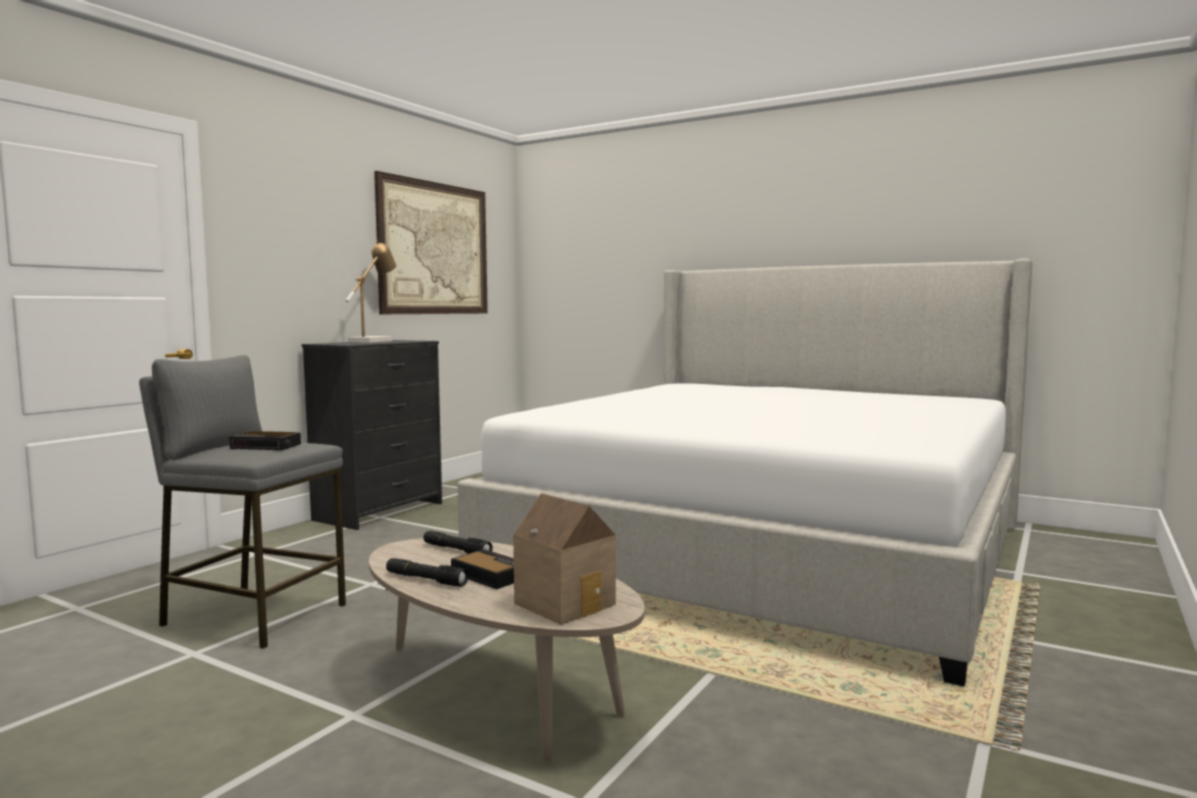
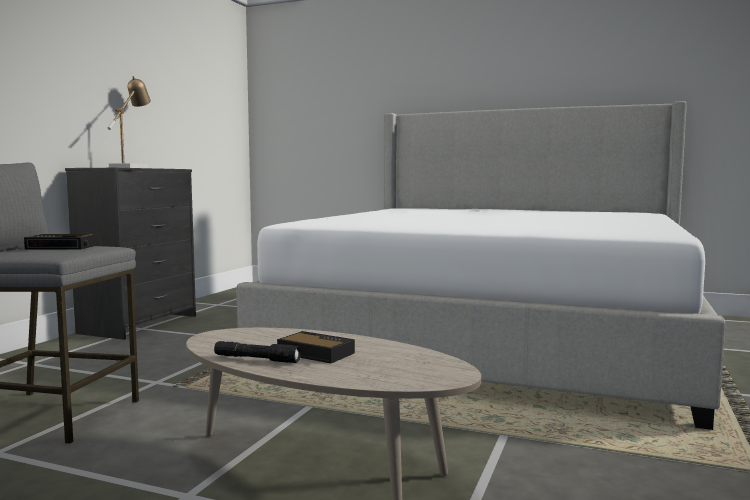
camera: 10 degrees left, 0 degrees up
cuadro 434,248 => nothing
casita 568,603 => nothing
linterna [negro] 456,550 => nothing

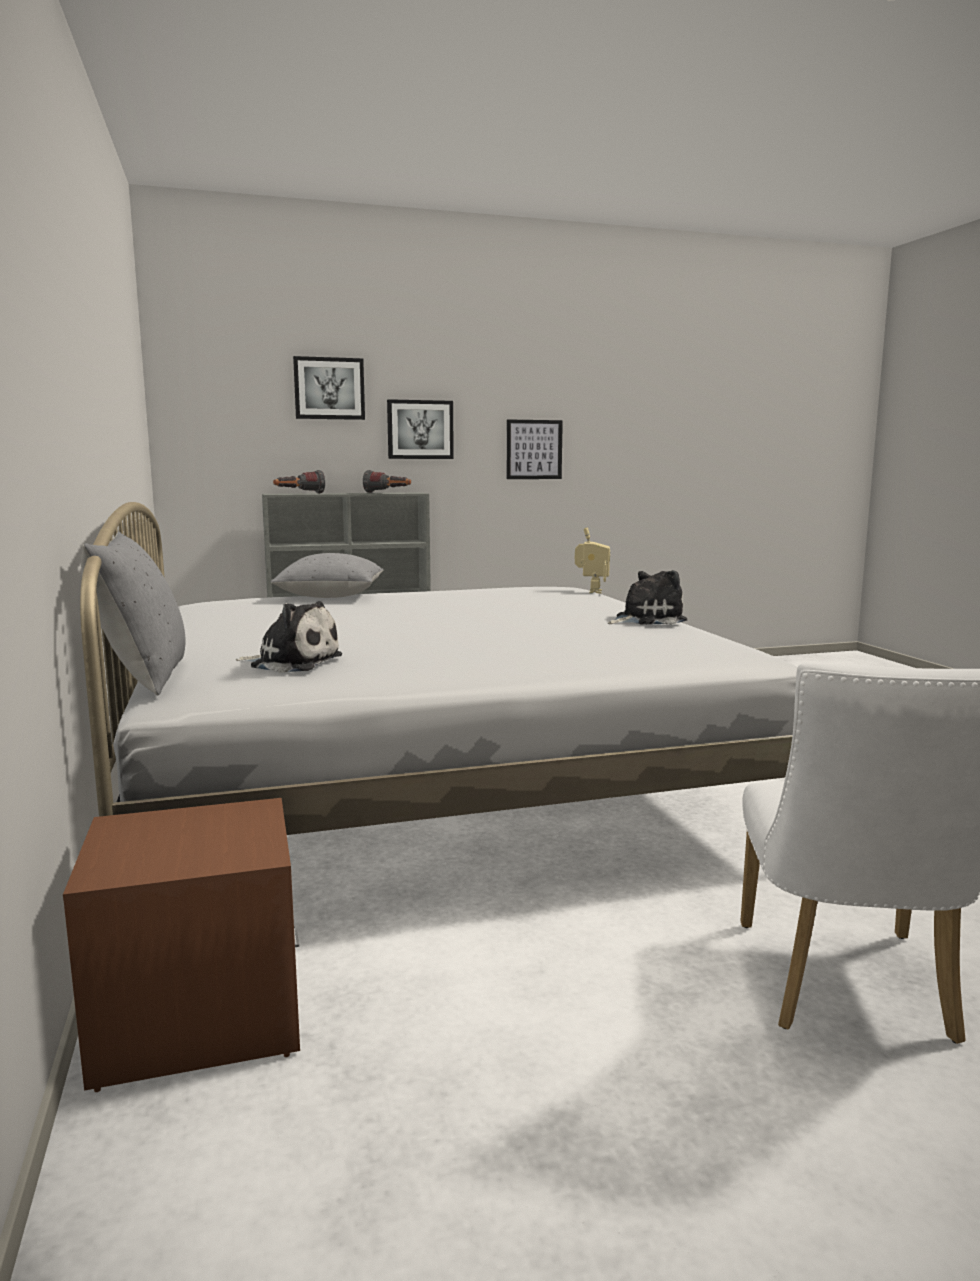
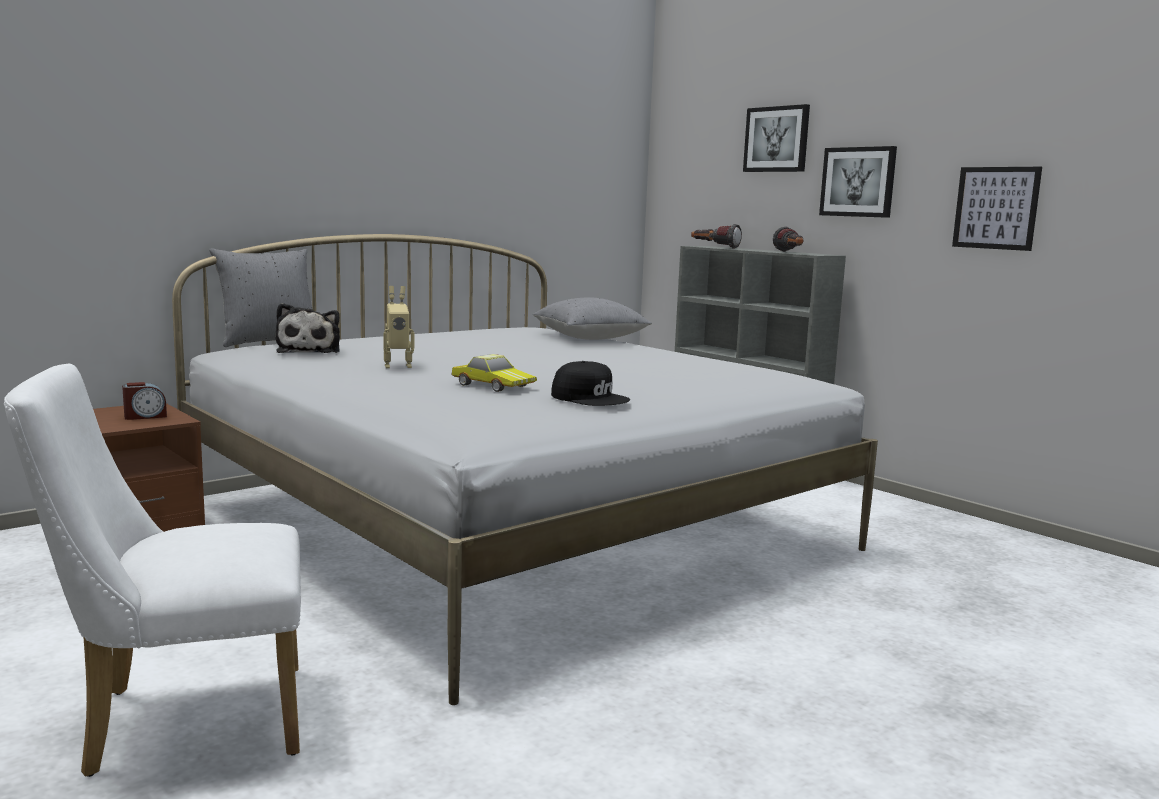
camera: 65 degrees right, 0 degrees up
robot de juguete 591,591 => robot de juguete 397,365, relocated
peluche 646,619 => gorra [negro] 590,398
nothing => coche de juguete 494,385
nothing => despertador 145,416

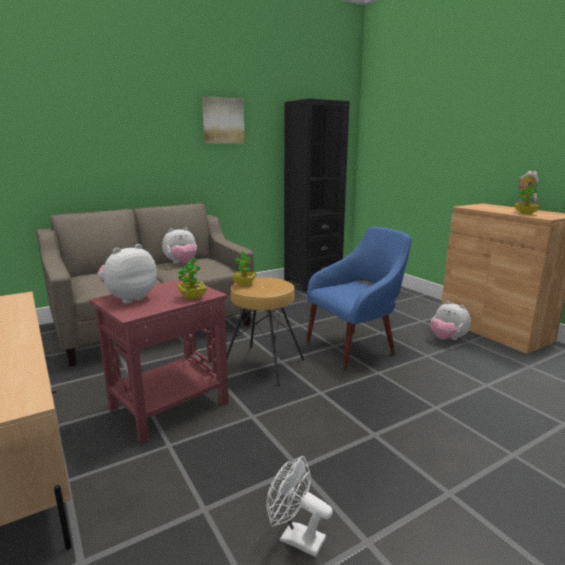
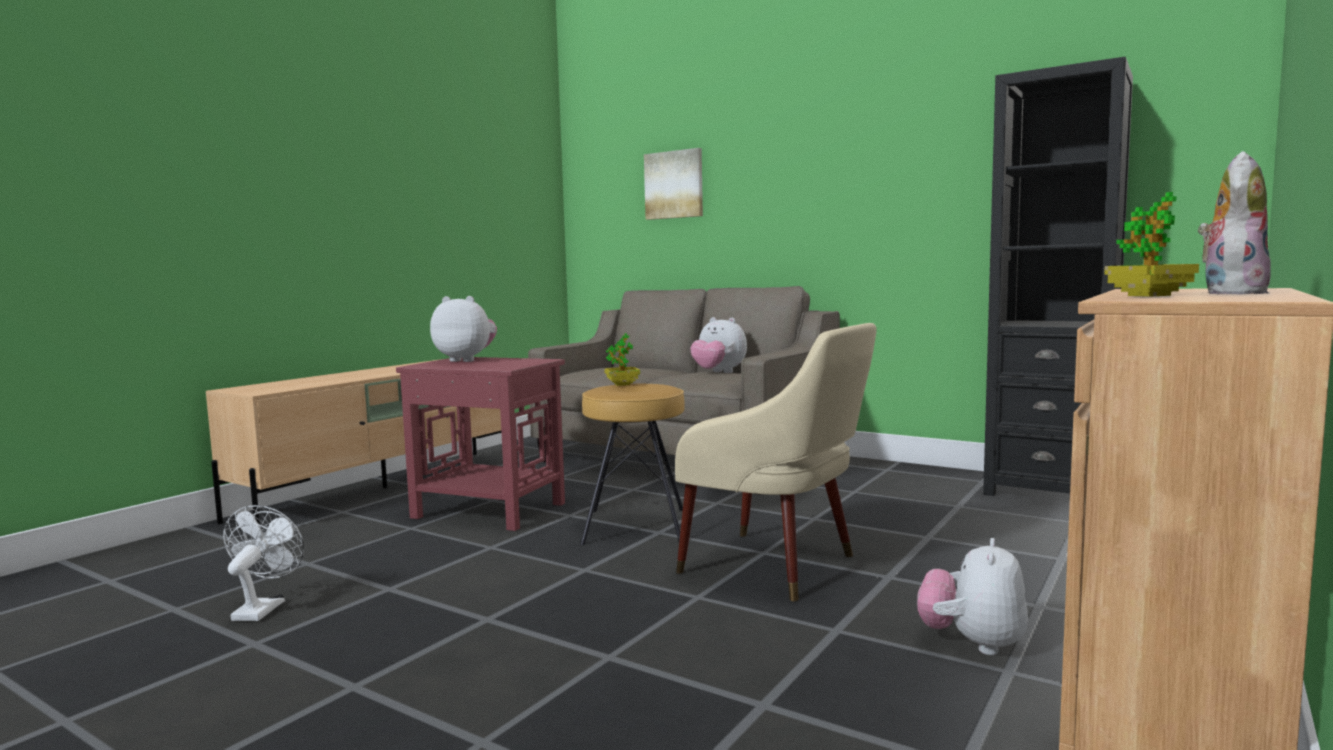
camera: 65 degrees right, 10 degrees down
cuadro 223,120 => cuadro 674,185, relocated
sillón [azul] 354,347 => sillón [beis] 778,566
planta en maceta 192,297 => nothing

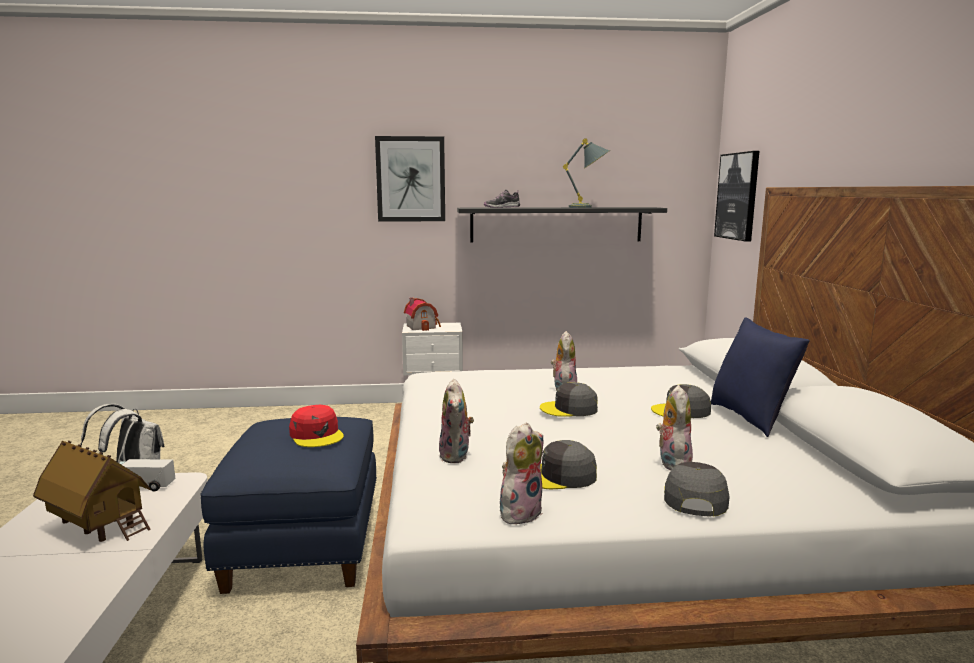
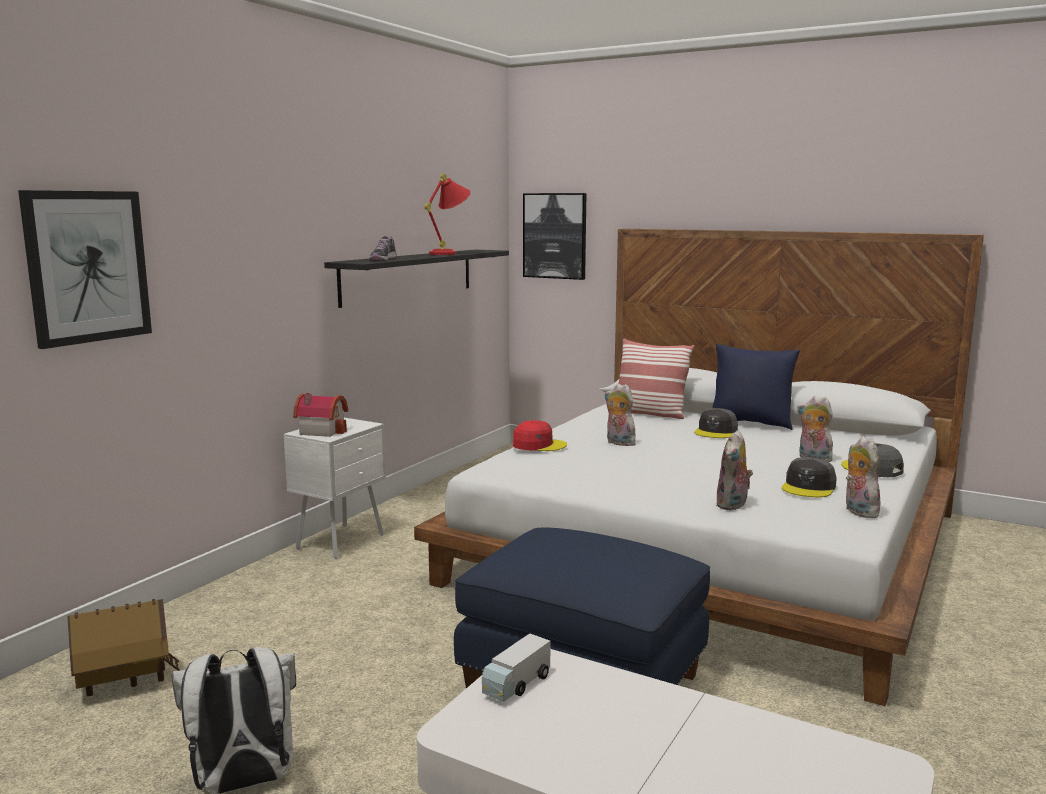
camera: 55 degrees left, 0 degrees up
cuadro 410,179 => cuadro 87,266, relocated
lámpara de mesa [gris] 588,207 => lámpara de mesa [rojo] 450,253
peluche 456,456 => peluche 733,505, 90 degrees clockwise
gorra [gris] 569,409 => nothing
gorra [rojo] 317,435 => gorra [rojo] 538,445, relocated
casita 99,526 => casita 125,682, relocated
nothing => cojín 649,413

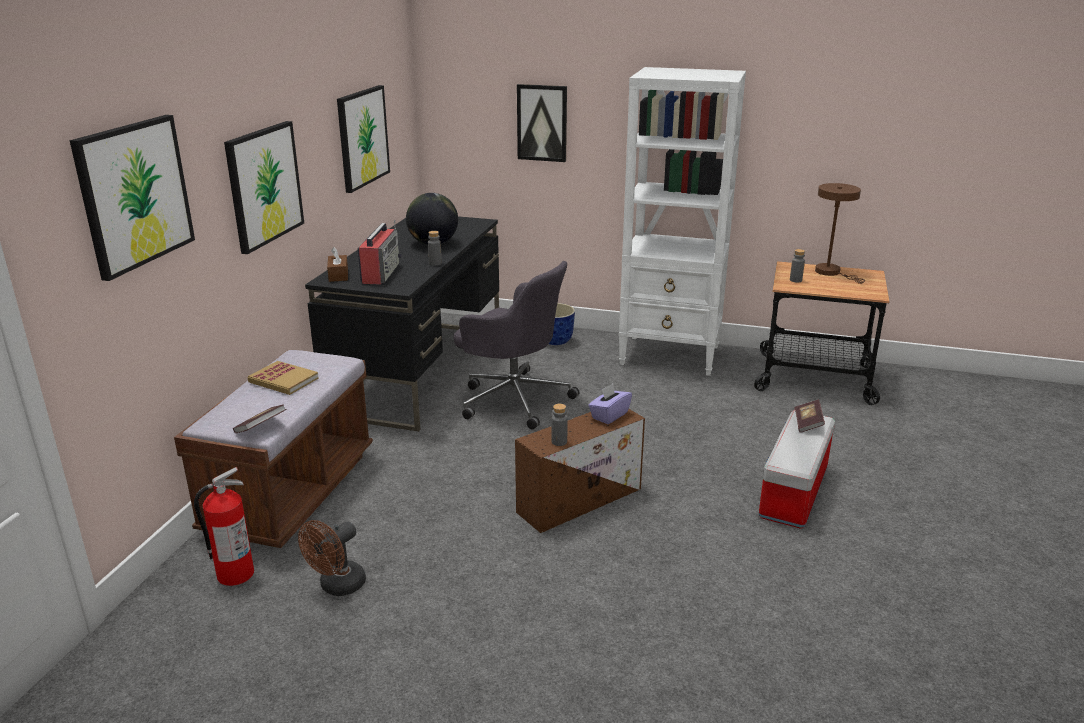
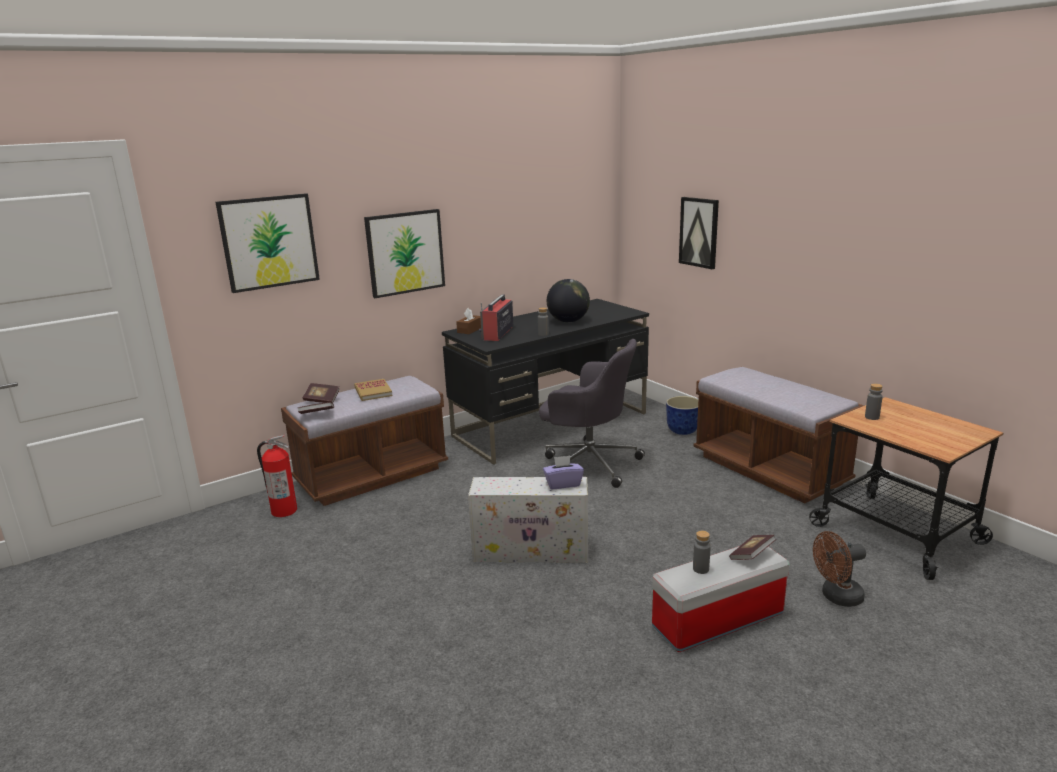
camera: 40 degrees right, 5 degrees down
estantería [blanco] 670,355 => banco [marrón] 769,470
cuadro 362,137 => nothing
lámpara de mesa [marrón] 831,272 => nothing
radio 381,273 => radio 497,333, 150 degrees clockwise
silla de oficina [gris] 513,399 => silla de oficina [gris] 588,463, 45 degrees counterclockwise
botella [gris] 559,442 => botella [gris] 700,569, relocated
caja de almacenaje [marrón] 581,499 => caja de almacenaje [blanco] 533,551
ventilador [marrón] 337,587 => ventilador [marrón] 836,597, relocated
nothing => libro 322,400

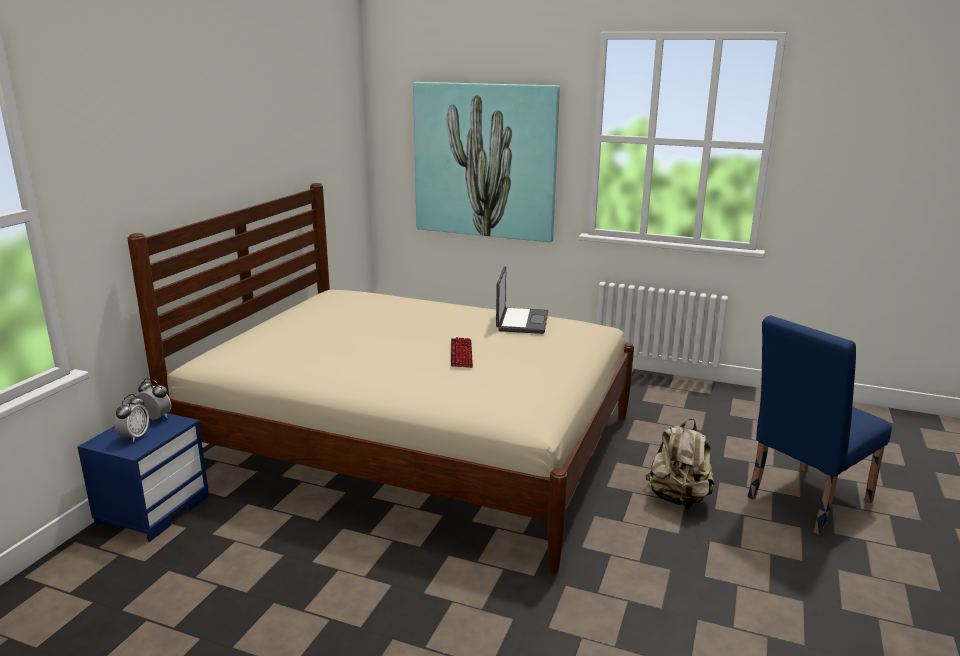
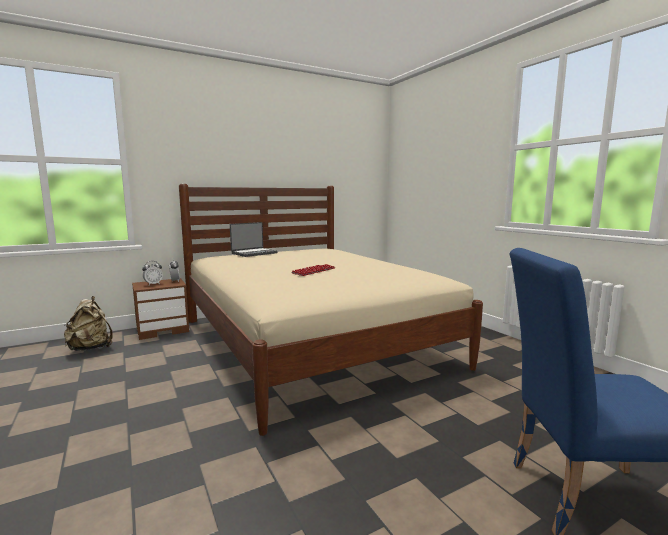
camera: 40 degrees right, 10 degrees down
cuadro 485,161 => nothing
portátil 521,322 => portátil 254,253, relocated
mesita de noche [azul] 153,509 => mesita de noche [marrón] 163,329
mochila [beis] 678,498 => mochila [beis] 91,348, relocated

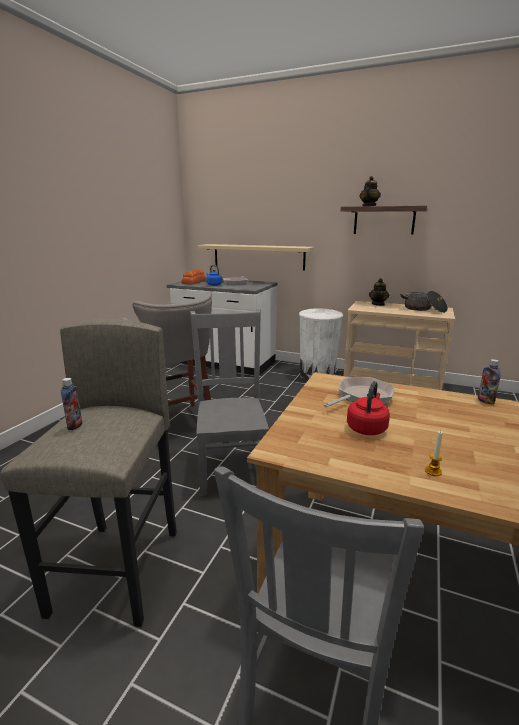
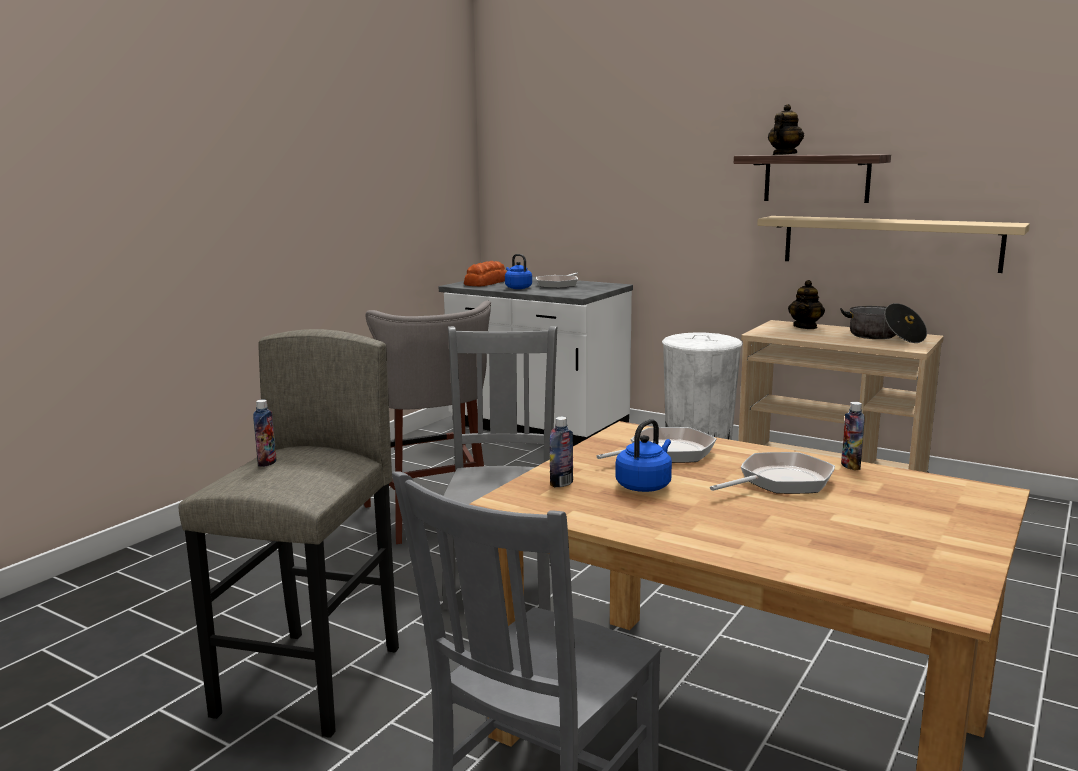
camera: 10 degrees right, 5 degrees down
estante [beis] 258,256 => estante [beis] 889,243, relocated
hervidor [rojo] 367,428 => hervidor [azul] 645,485
vela 433,471 => nothing
nothing => botella 561,483
nothing => sartén 780,481

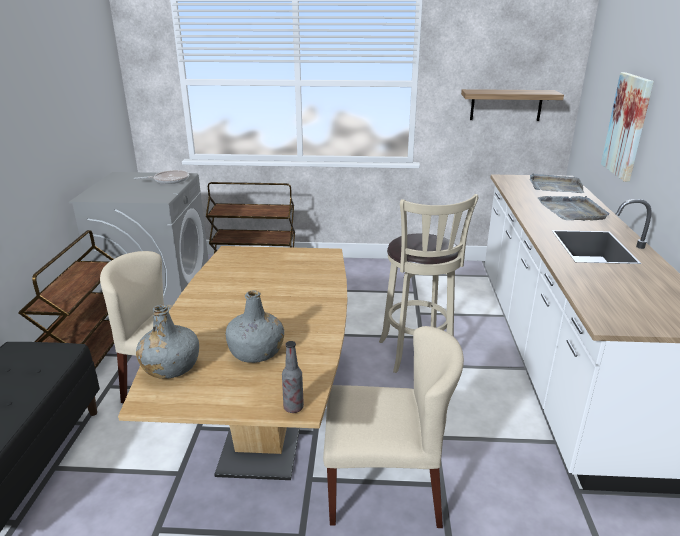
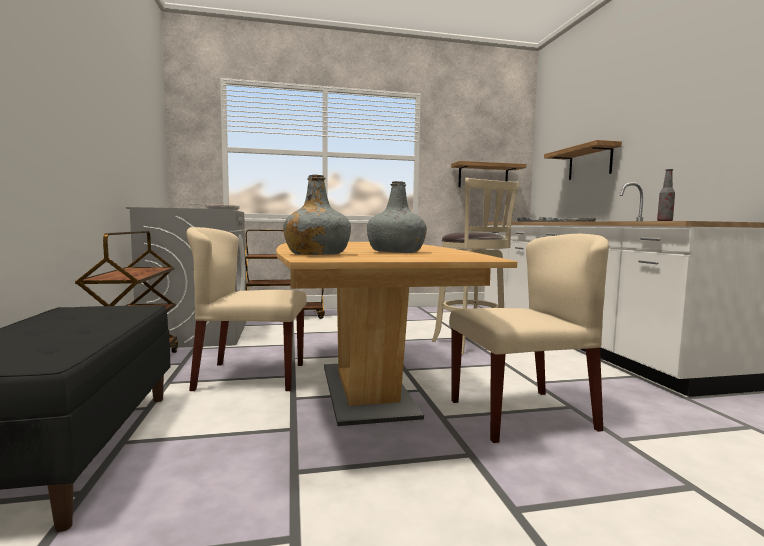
camera: 15 degrees left, 20 degrees down
cuadro 627,126 => estante 590,162
botella 293,407 => botella 664,221, relocated

